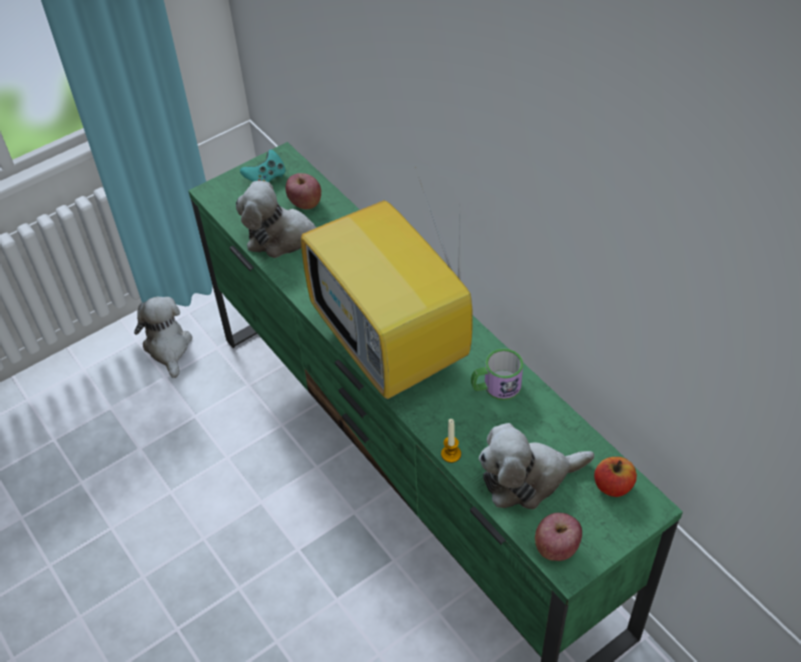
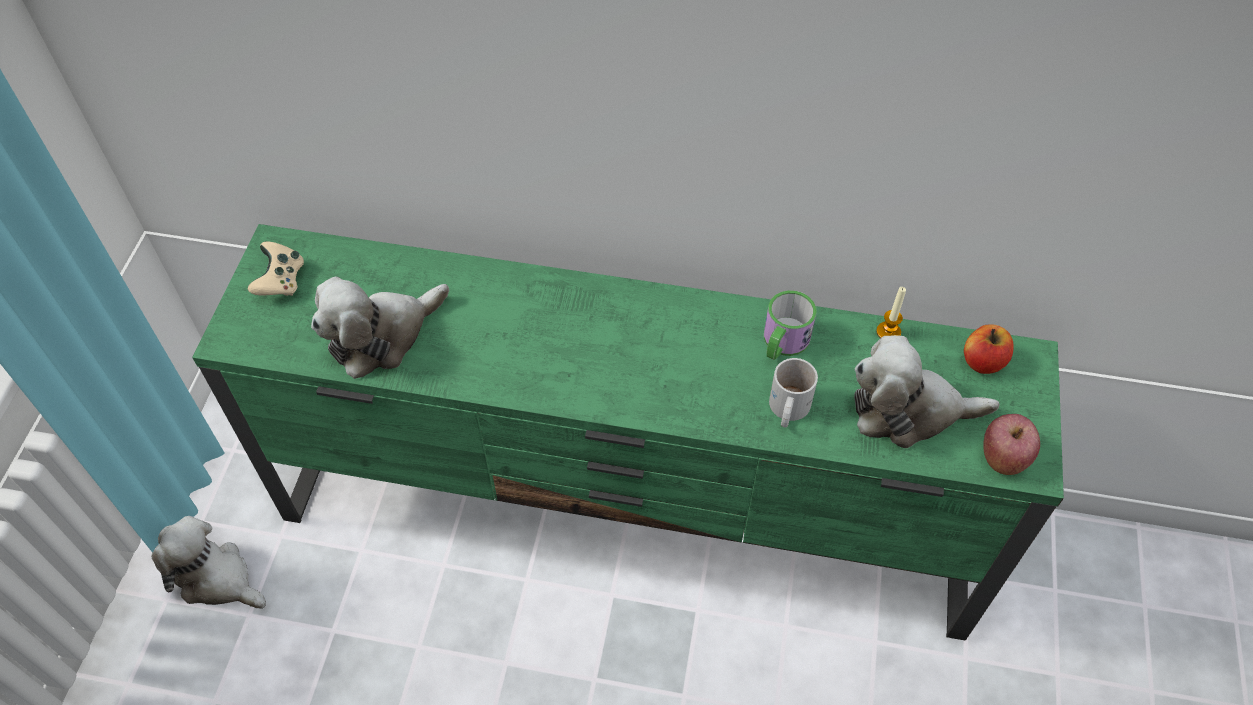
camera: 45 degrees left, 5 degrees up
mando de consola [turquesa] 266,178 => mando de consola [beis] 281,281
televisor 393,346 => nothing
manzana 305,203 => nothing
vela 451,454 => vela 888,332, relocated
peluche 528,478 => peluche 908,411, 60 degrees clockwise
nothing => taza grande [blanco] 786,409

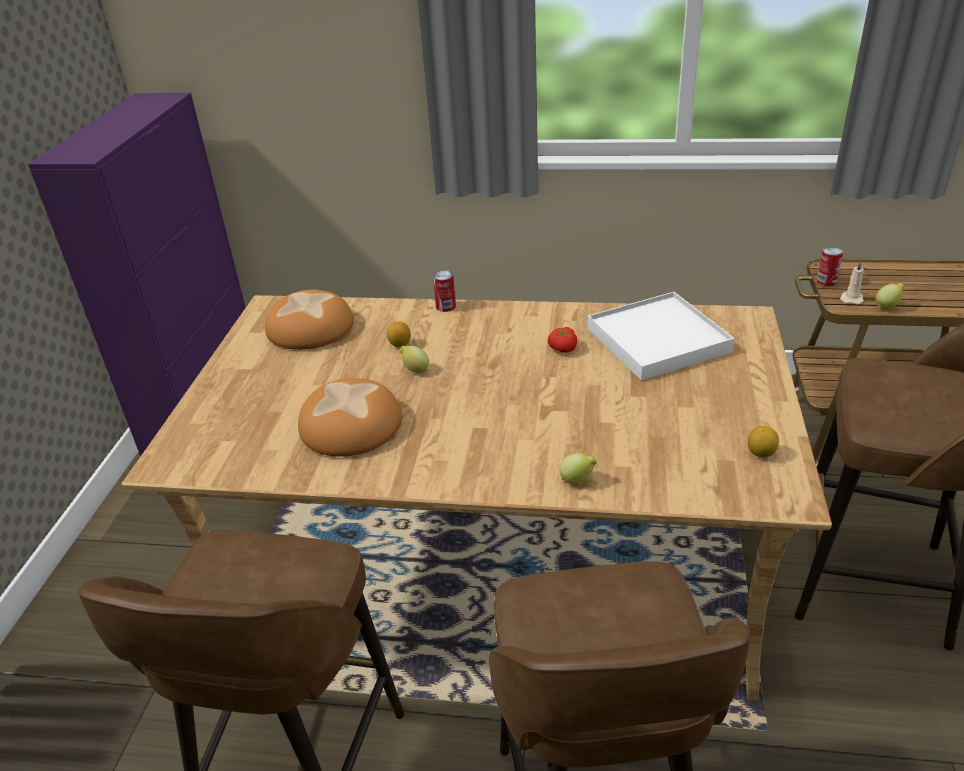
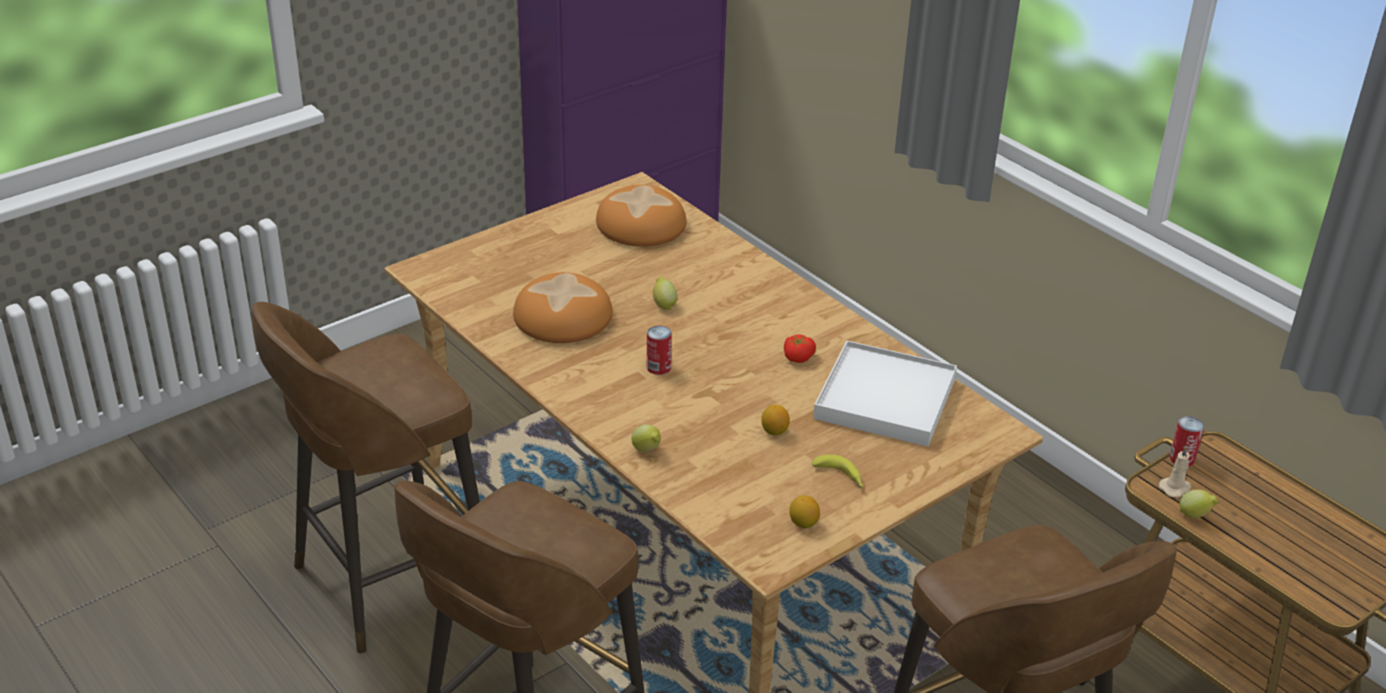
camera: 40 degrees right, 0 degrees up
lata 446,306 => lata 658,367, relocated
limón 399,344 => limón 774,431, relocated
nothing => plátano 840,477

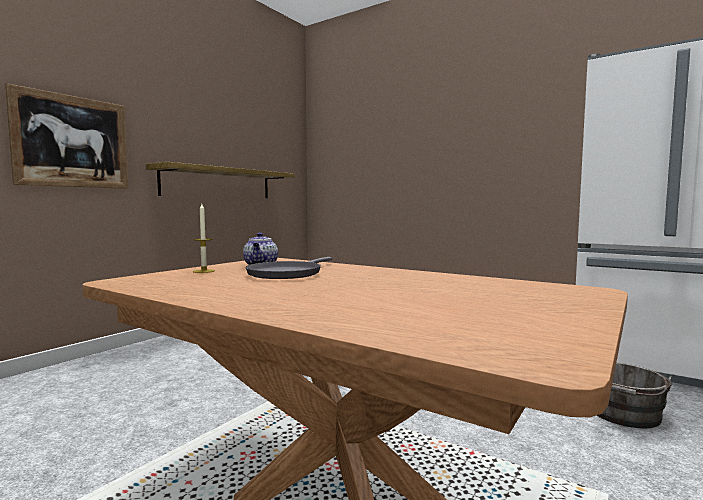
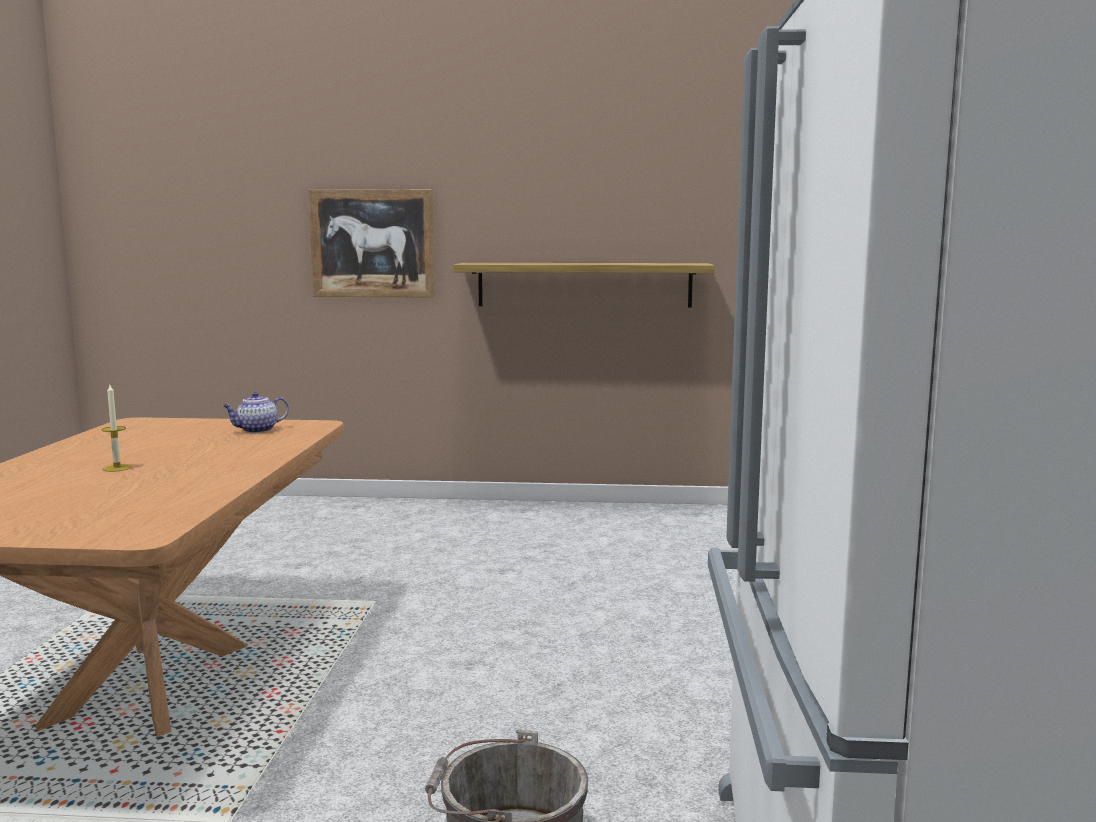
camera: 60 degrees right, 5 degrees up
vela 204,271 => vela 117,468, relocated
sartén [gris] 287,274 => nothing

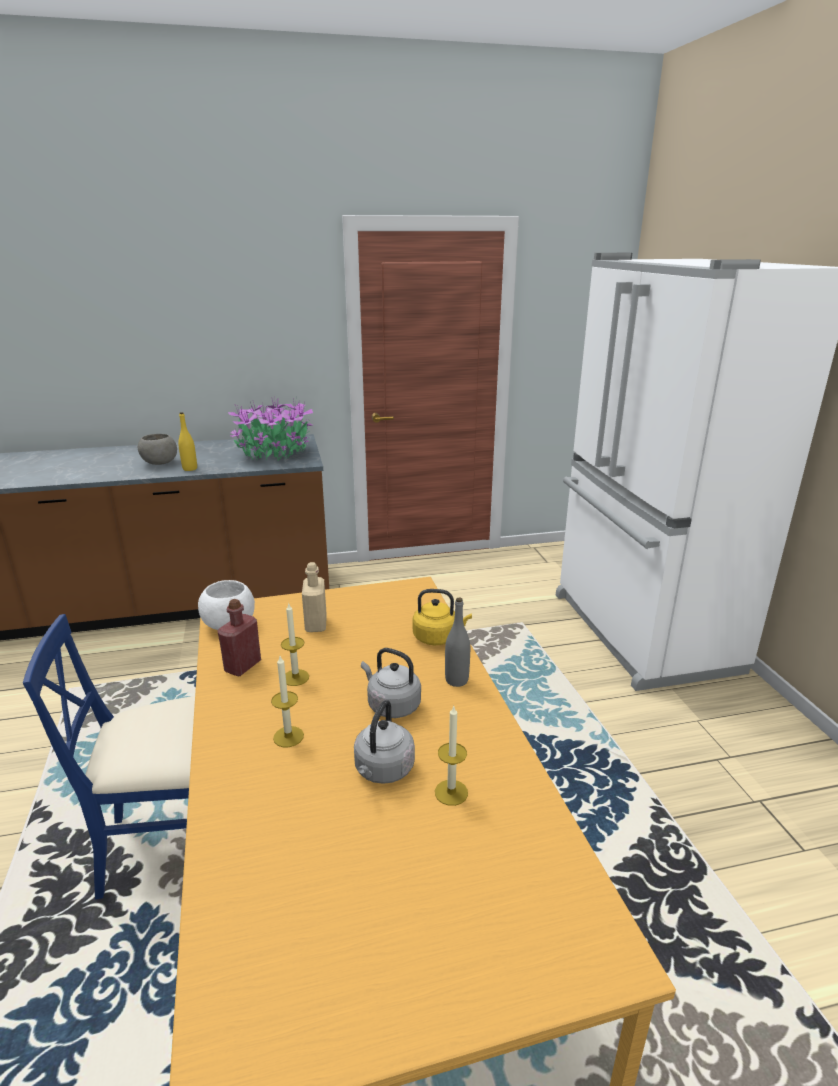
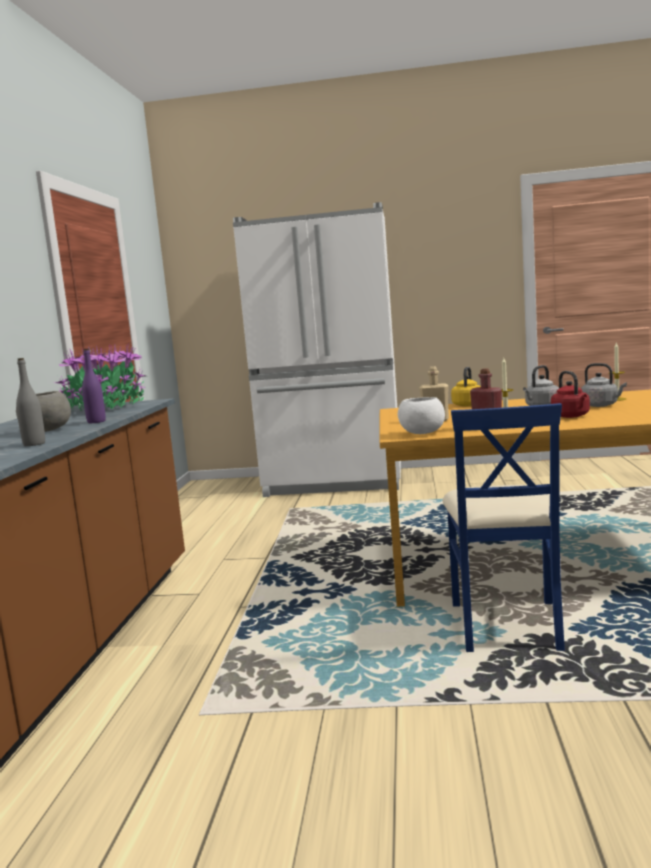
camera: 70 degrees left, 15 degrees down
botella [amarillo] 190,469 => botella [morado] 96,422
botella [gris] 456,680 => botella [gris] 34,444, relocated
vela 288,736 => hervidor [rojo] 571,416

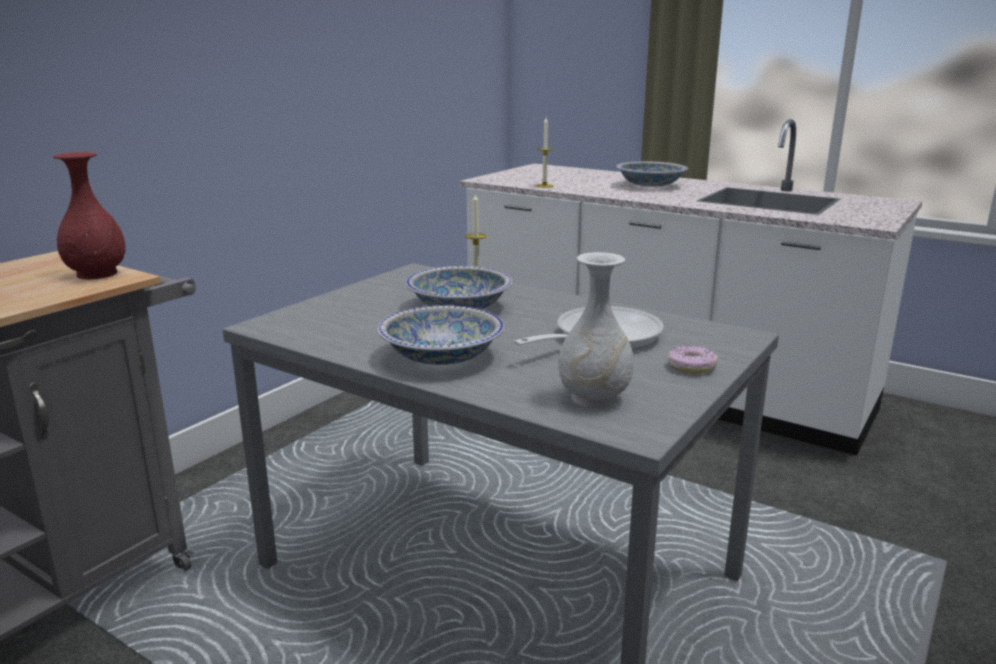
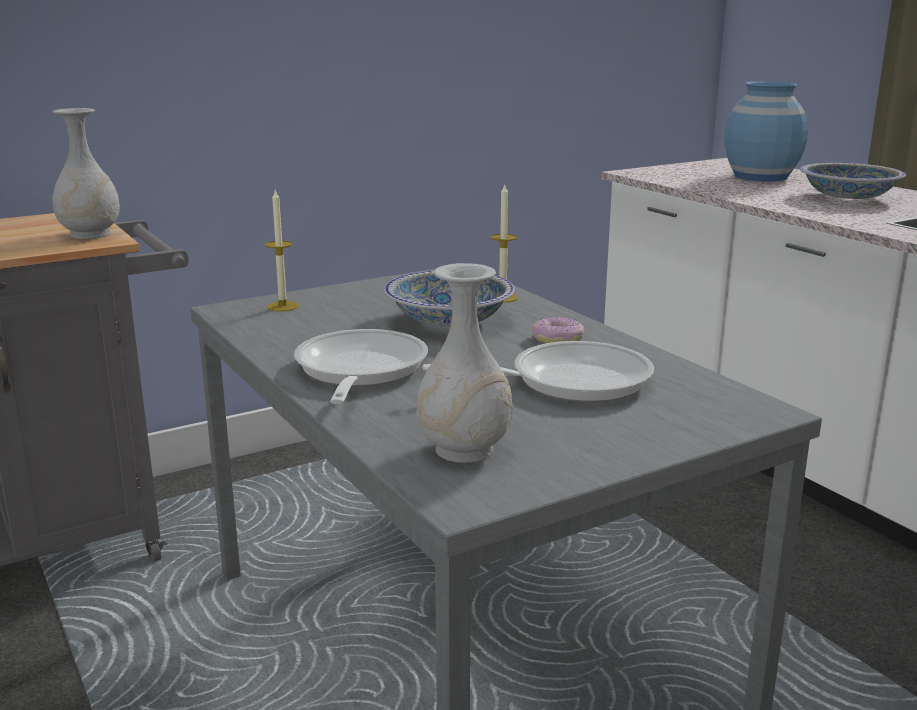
camera: 25 degrees right, 0 degrees up
vela 544,186 => vela 283,306, relocated
florero [rojo] 98,274 => florero [blanco] 91,234
cuenco 441,357 => sartén 358,372
rosquilla 691,367 => rosquilla 557,339, relocated
nothing => florero [azul] 760,177

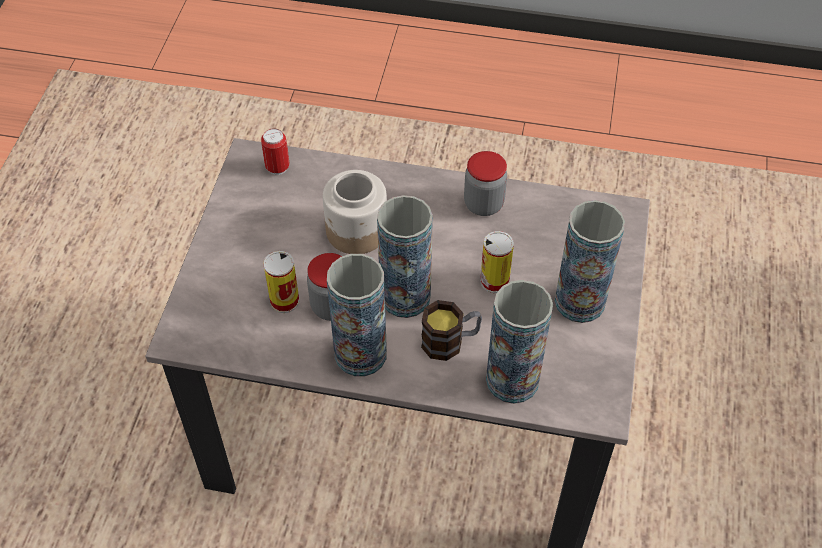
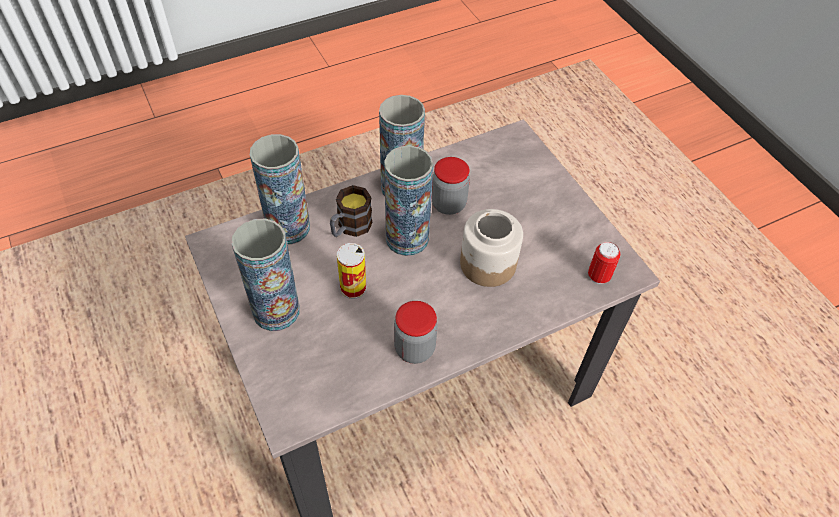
camera: 140 degrees right, 0 degrees up
lata 284,301 => nothing

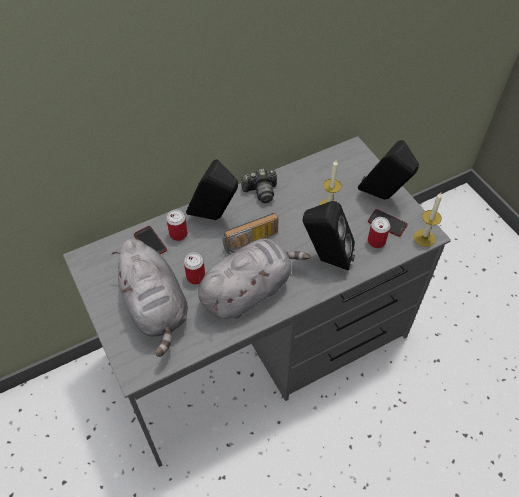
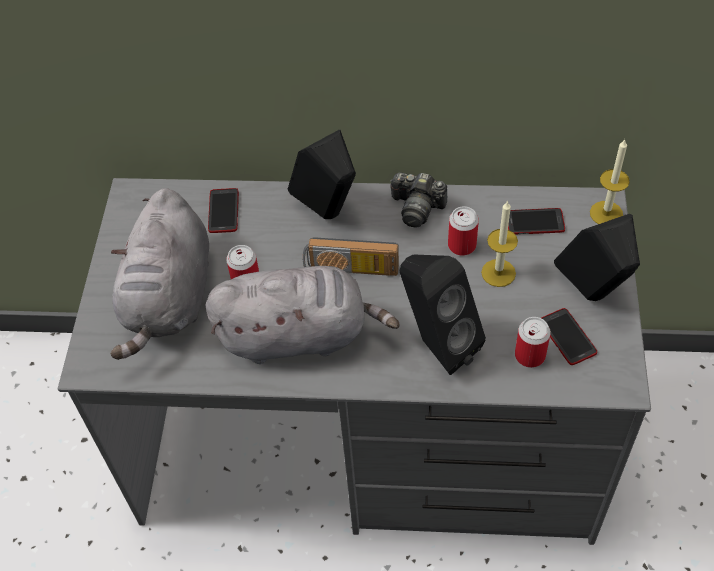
camera: 35 degrees right, 0 degrees up
vela 424,238 => vela 606,213, relocated
lata 178,234 => lata 462,245, relocated
nothing => móvil 535,222

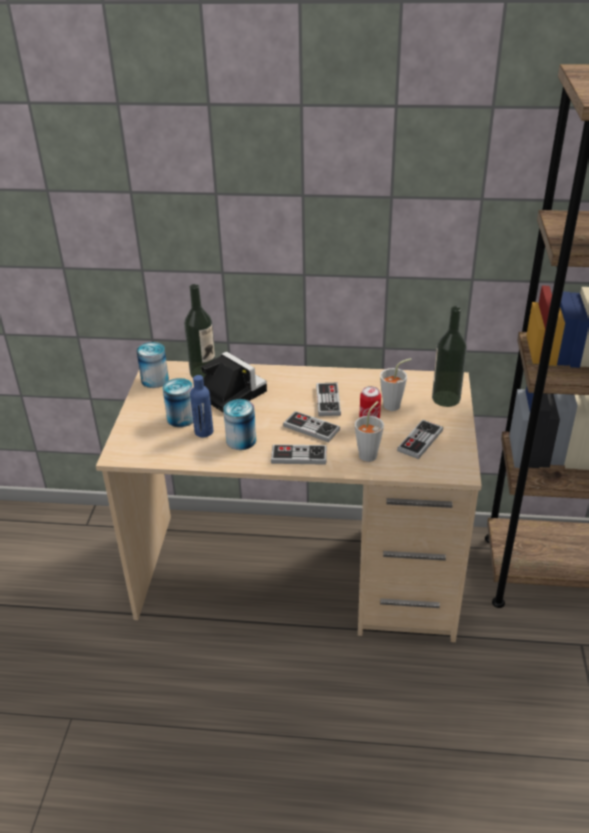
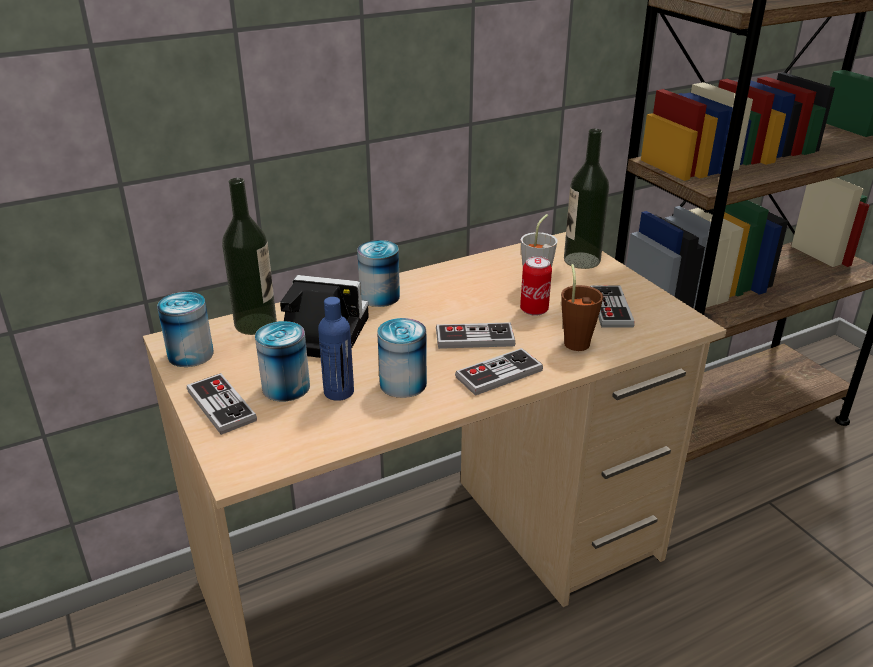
camera: 35 degrees left, 5 degrees down
mando de consola 328,401 => mando de consola 221,406, relocated
taza [gris] 370,453 => taza [marrón] 576,340
nothing => lata 379,296

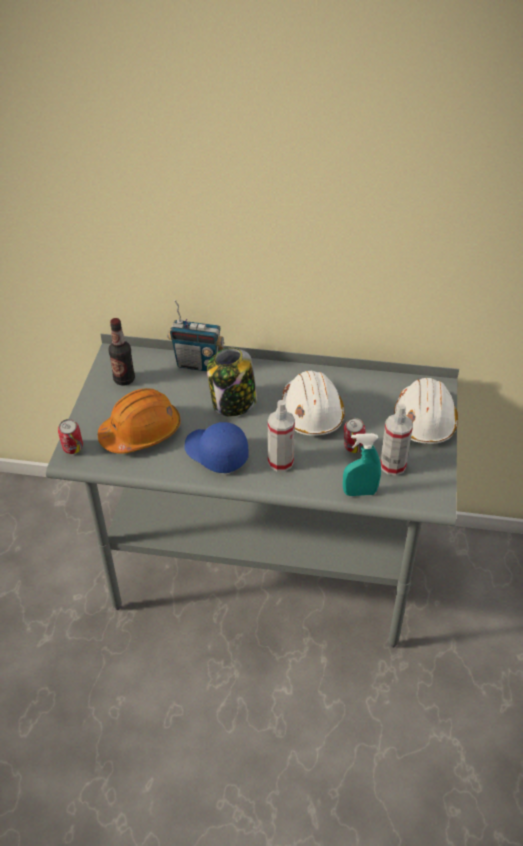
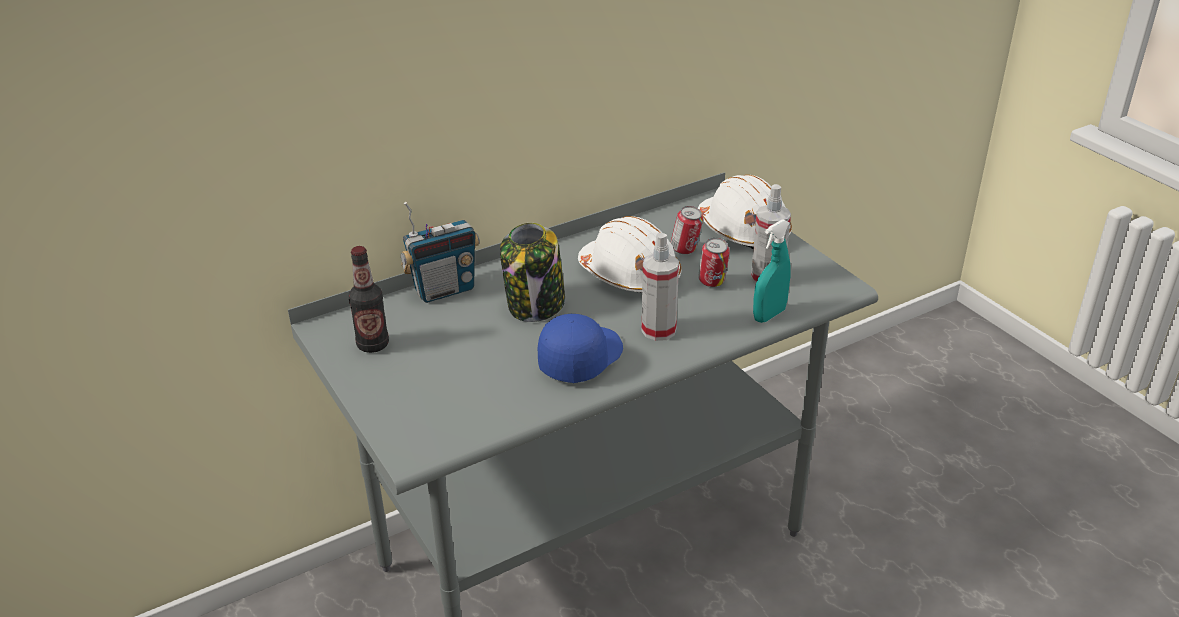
camera: 40 degrees left, 10 degrees down
casco [naranja] 141,432 => nothing
lata 73,450 => lata 685,251, relocated
gorra [azul] 215,453 => gorra [azul] 580,358, 120 degrees clockwise

